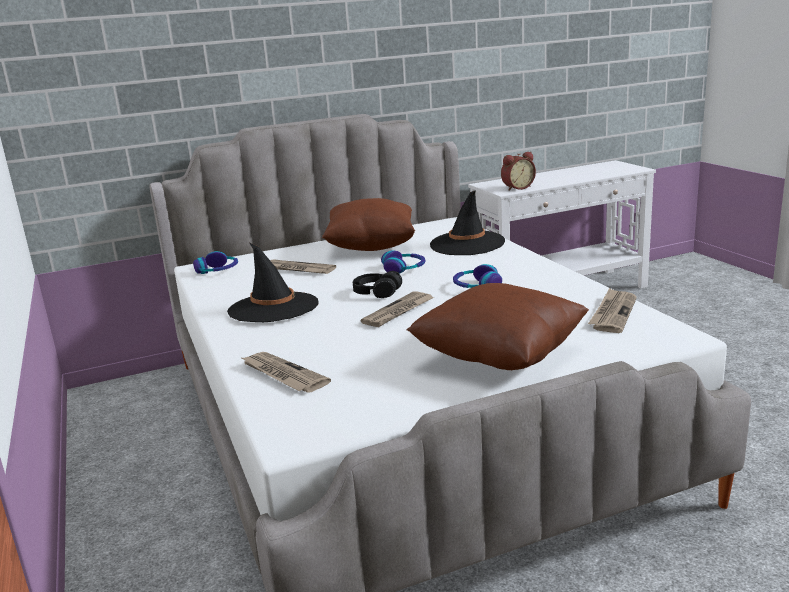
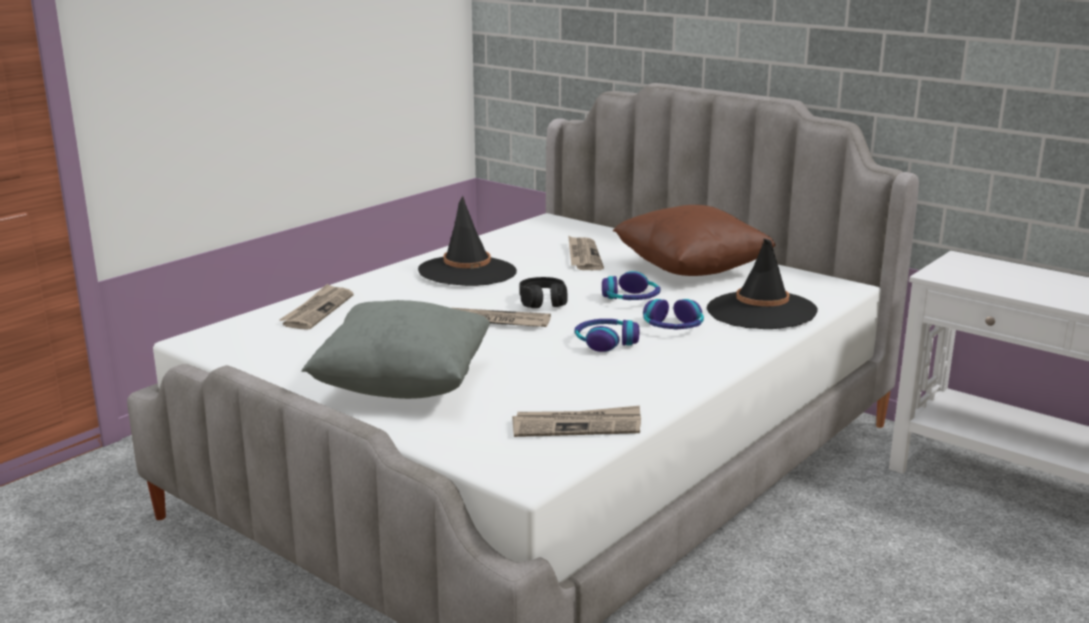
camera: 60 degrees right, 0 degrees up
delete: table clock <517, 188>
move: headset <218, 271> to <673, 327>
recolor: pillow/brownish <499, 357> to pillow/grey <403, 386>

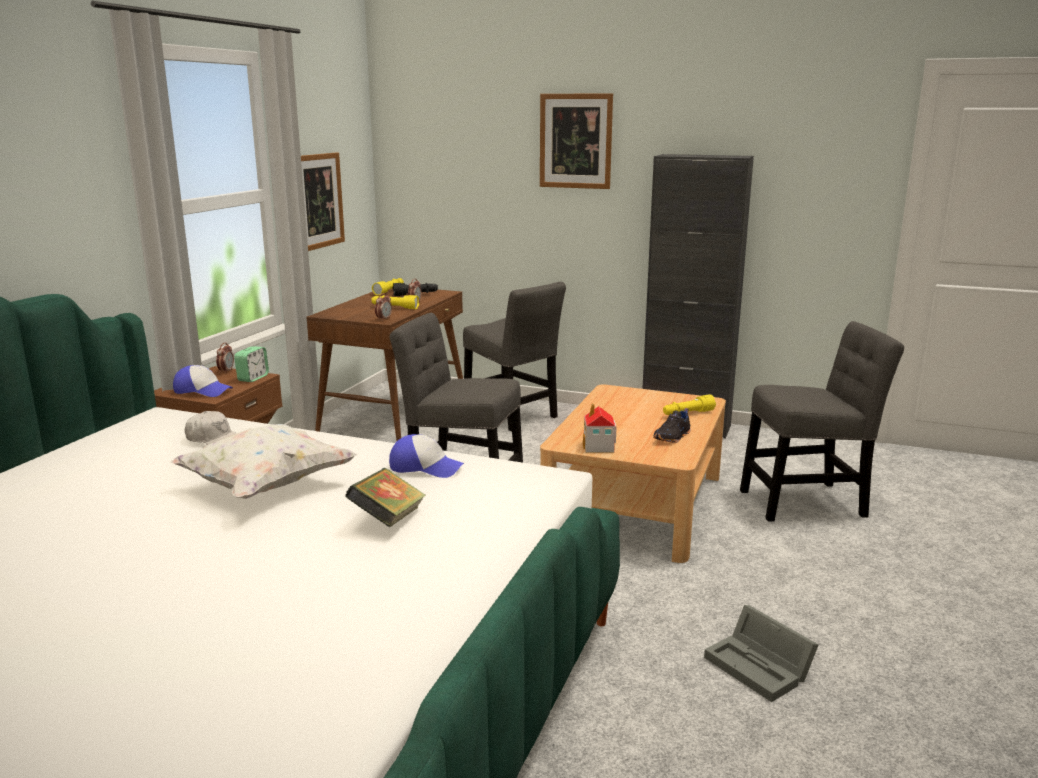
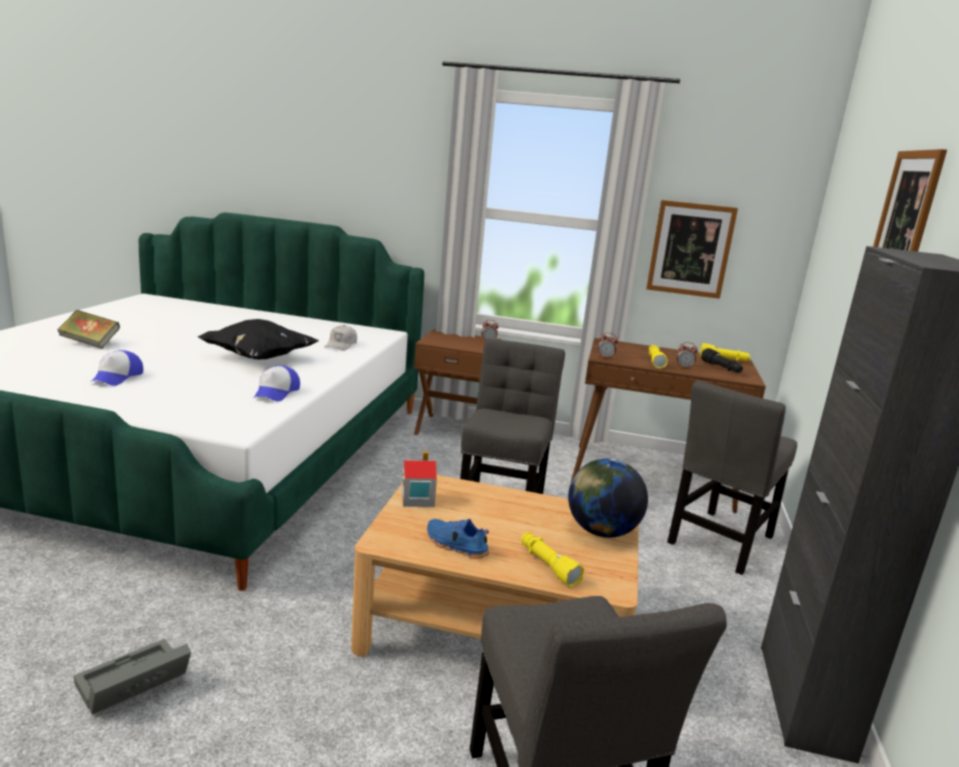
camera: 80 degrees right, 0 degrees up
delete: table clock <253, 378>
insert: world globe <601, 531>
move: baseball cap <202, 391> to <117, 377>; book <388, 519> to <90, 343>
recolor: pillow/white-coloured <266, 486> to pillow/blackish <258, 358>; shoe/blackish <673, 437> to shoe/bluish <455, 546>

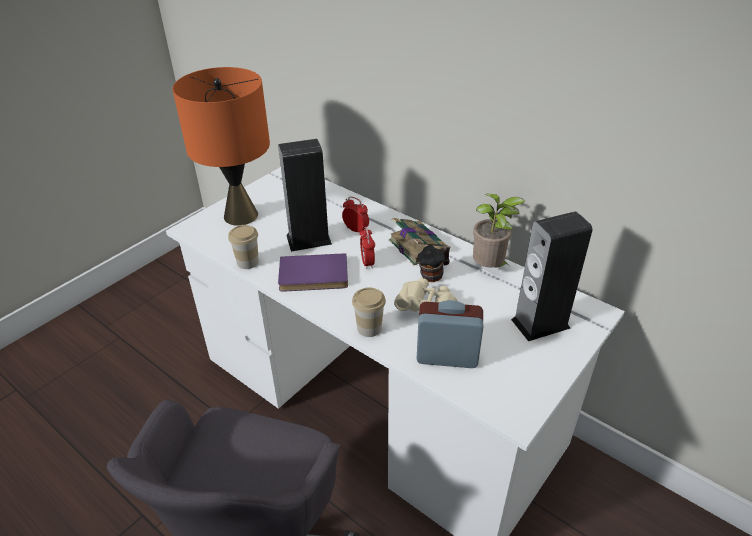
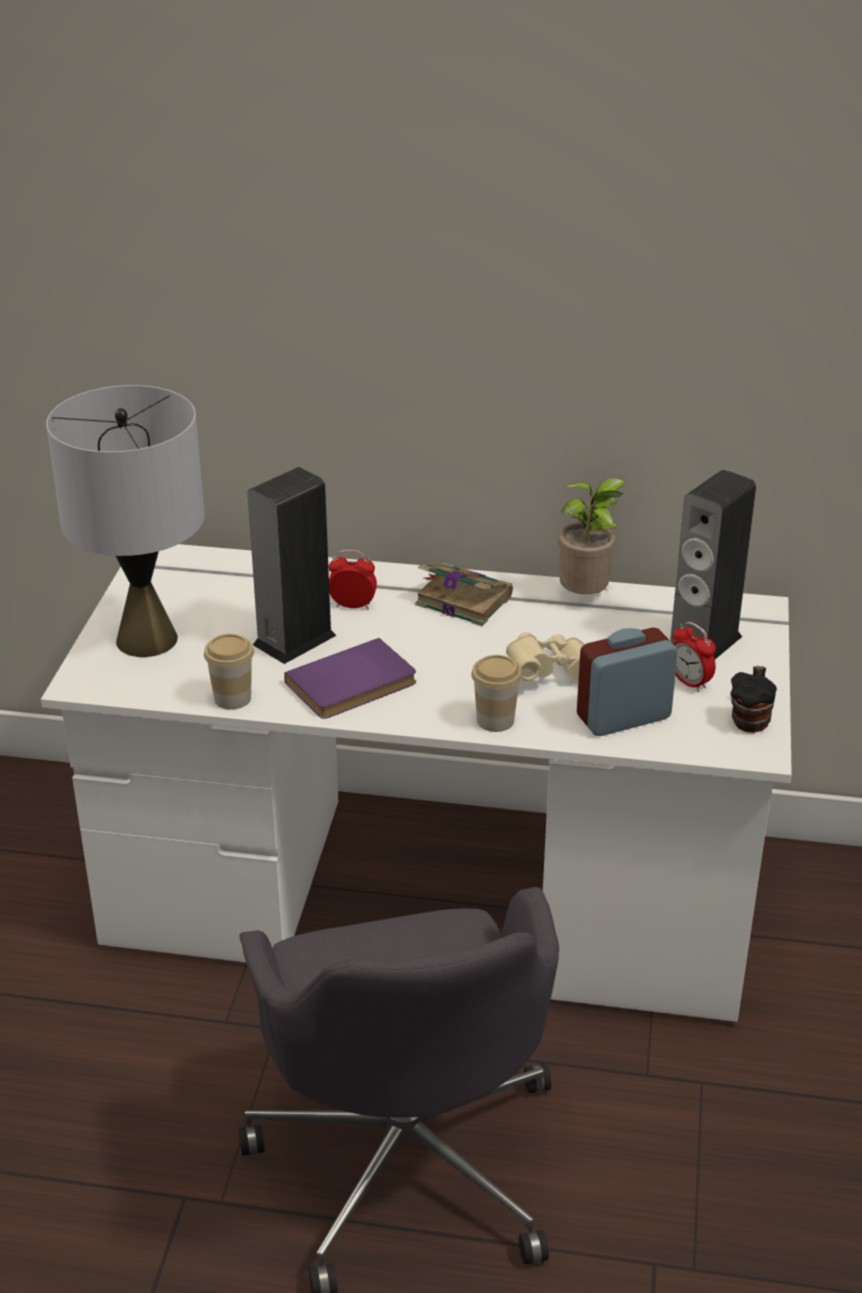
camera: 30 degrees left, 5 degrees down
move: table clock <367, 262> to <689, 682>; mug <434, 274> to <751, 719>
recolor: lamp for a table/orange <241, 215> to lamp for a table/grey <147, 639>

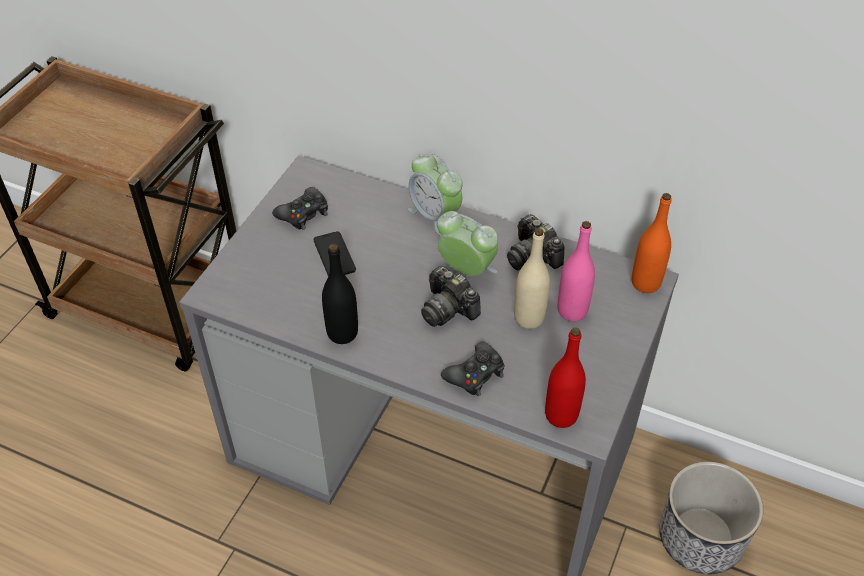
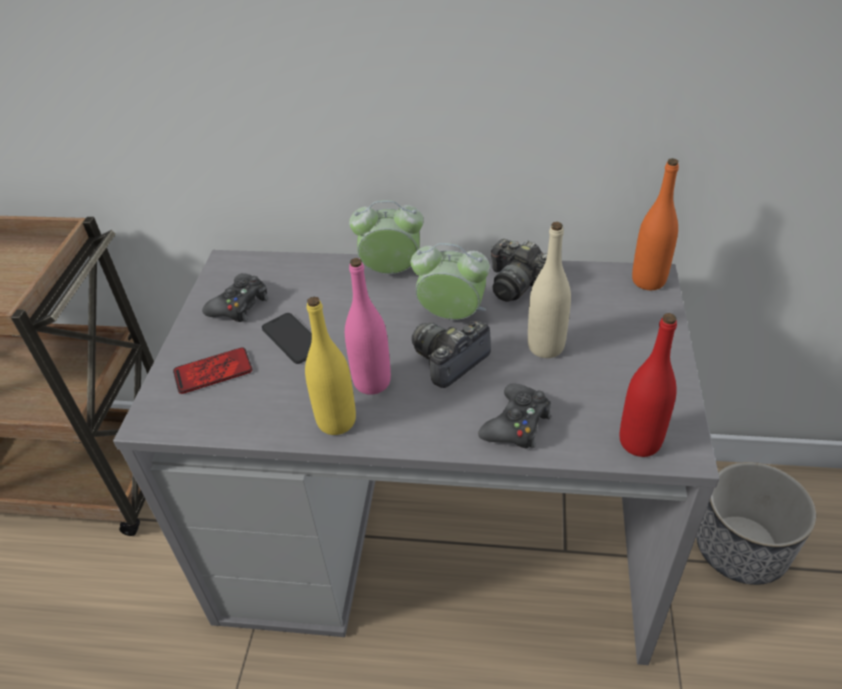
camera: 15 degrees left, 5 degrees down
insert: phone <213, 371>
move: beverage bottle/pink-coloured <572, 311> to <372, 382>
recolor: beverage bottle/blackish <342, 333> to beverage bottle/yellow <336, 421>
rotate: table clock <435, 216> = <391, 271> 150 degrees clockwise; photo camera <448, 308> = <450, 361> 105 degrees clockwise

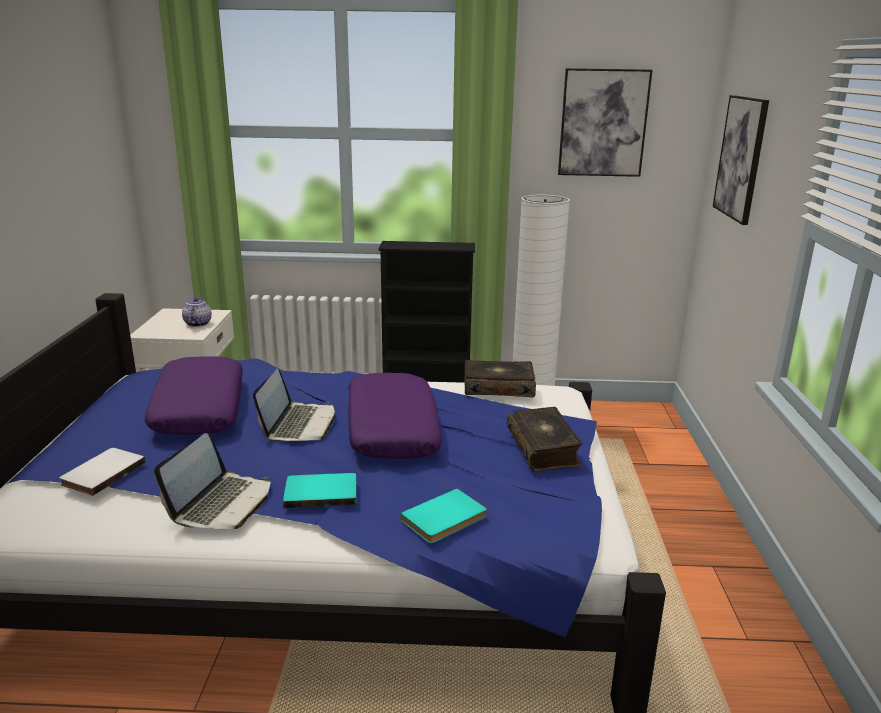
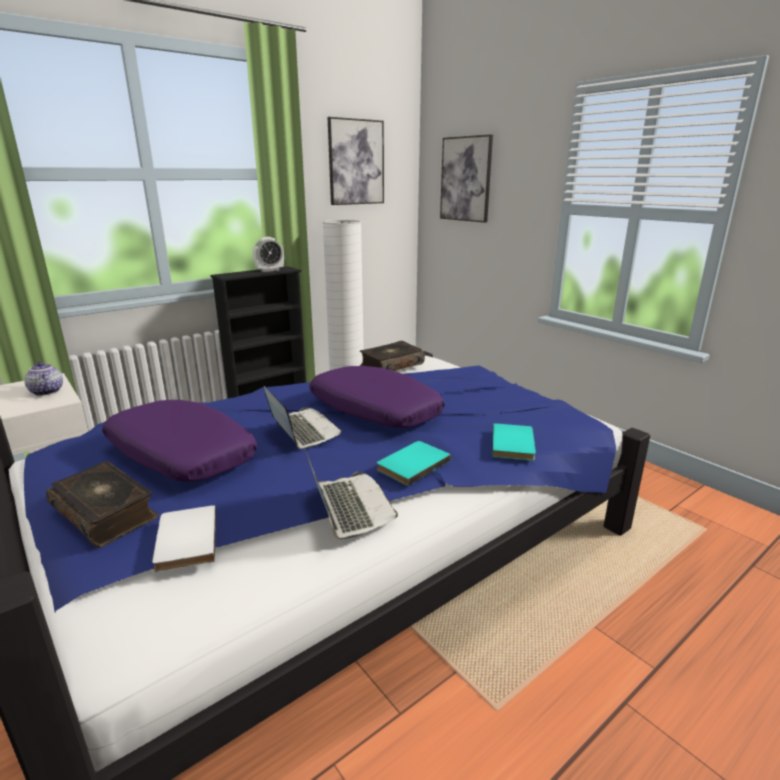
camera: 40 degrees left, 0 degrees up
insert: table clock <269, 270>
move: book <544, 448> to <106, 513>

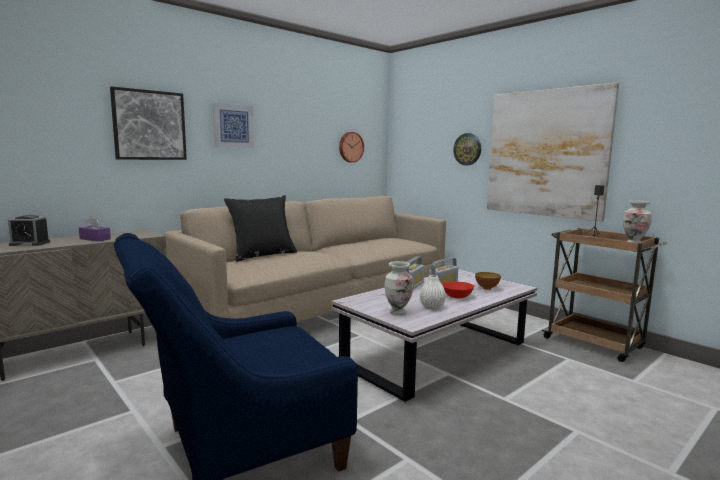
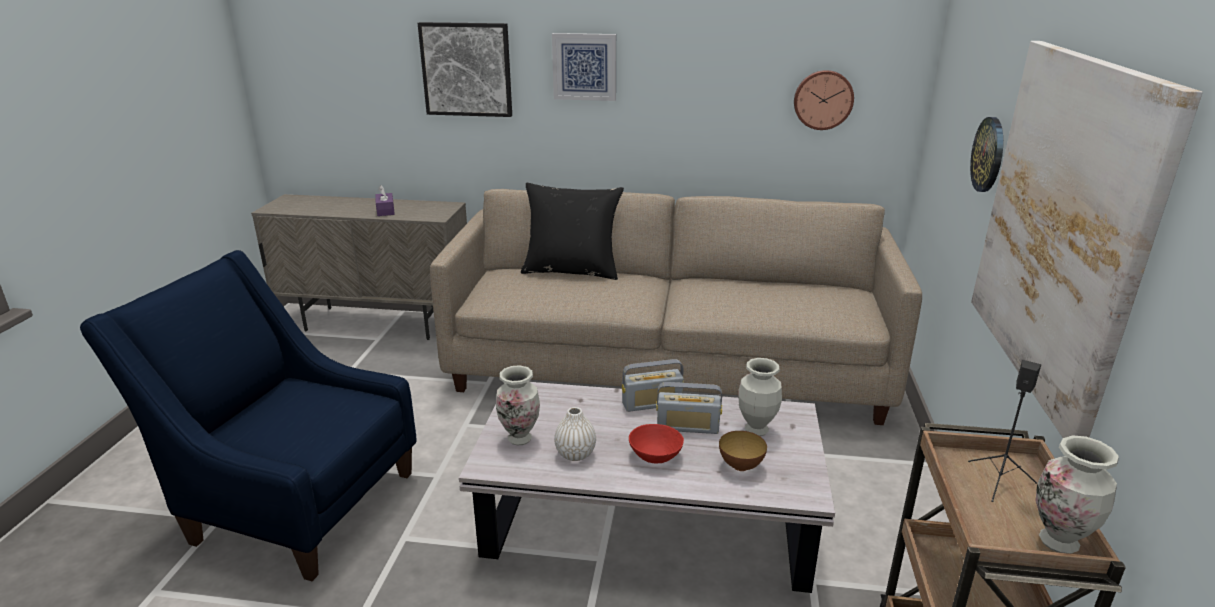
camera: 50 degrees right, 15 degrees up
delete: table clock <30, 243>
insert: decorative vase <756, 430>

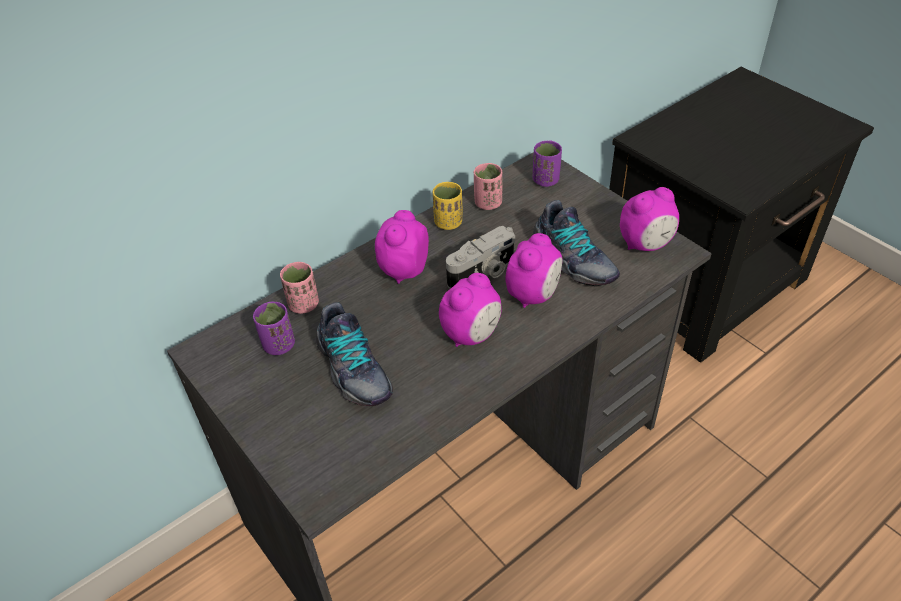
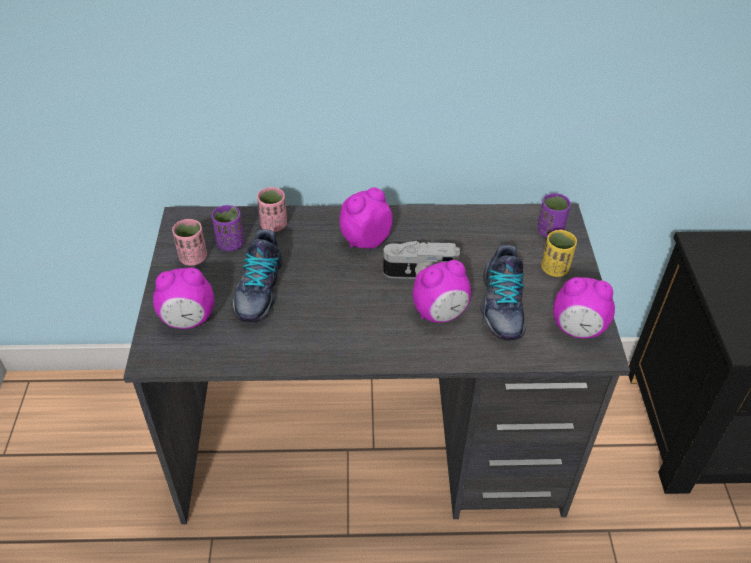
camera: 35 degrees right, 0 degrees up
move: cup/yellow <448, 223> to <554, 269>; table clock <472, 334> to <188, 320>; cup/pink-coloured <488, 203> to <193, 258>

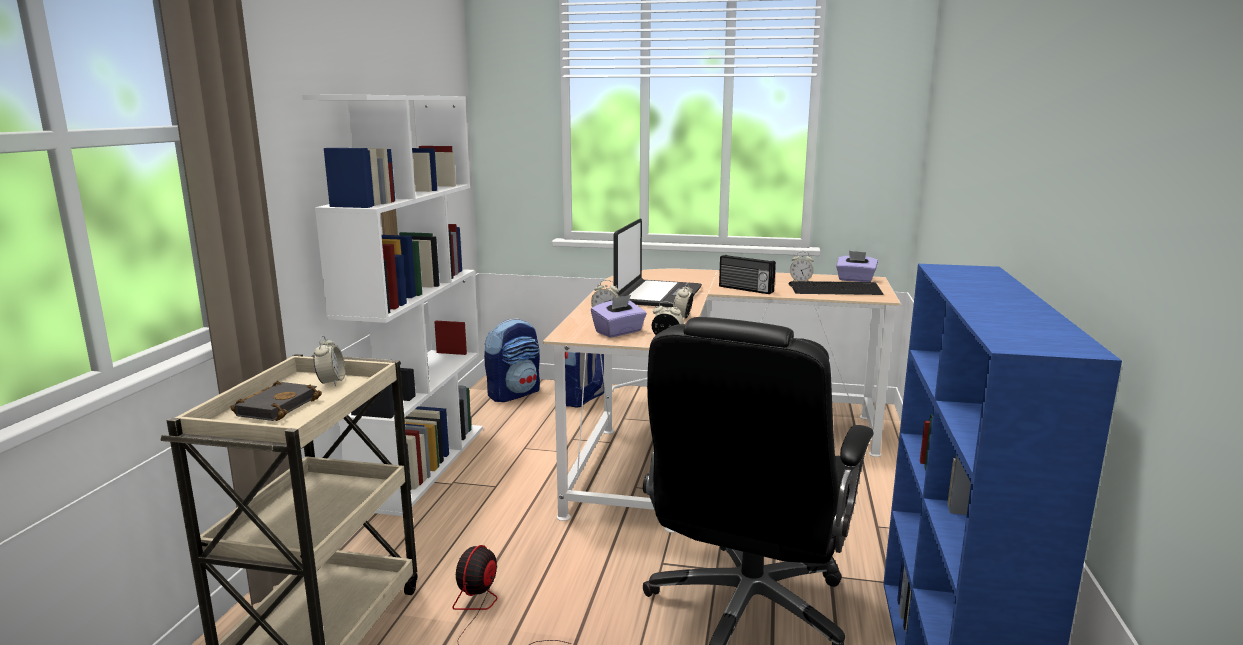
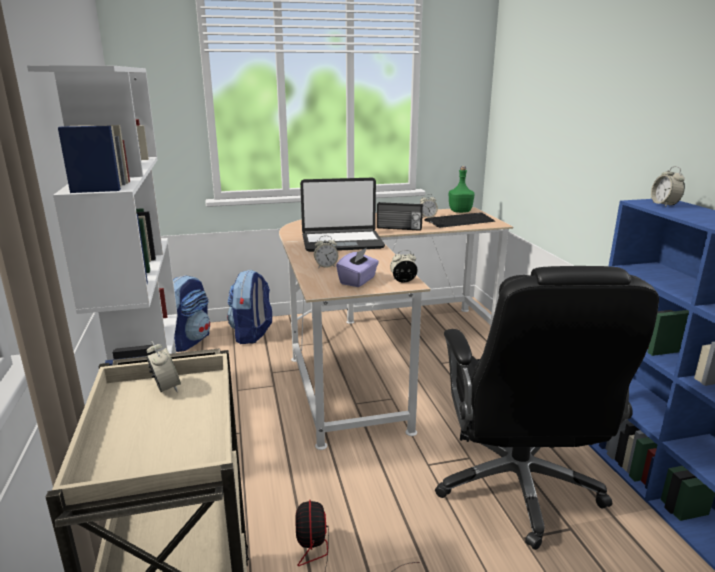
camera: 25 degrees left, 5 degrees up
delete: book/blackish <277, 406>
move: table clock <682, 317> to <664, 205>
replace: tissue box/purple <855, 280> to beverage bottle/green-coloured <460, 211>
rotate: portable computer <657, 295> = <342, 242> 90 degrees clockwise

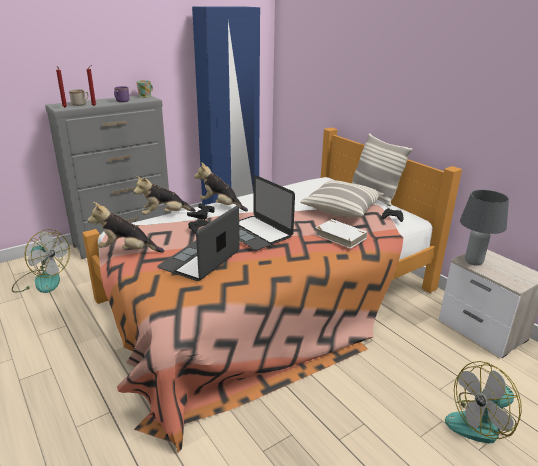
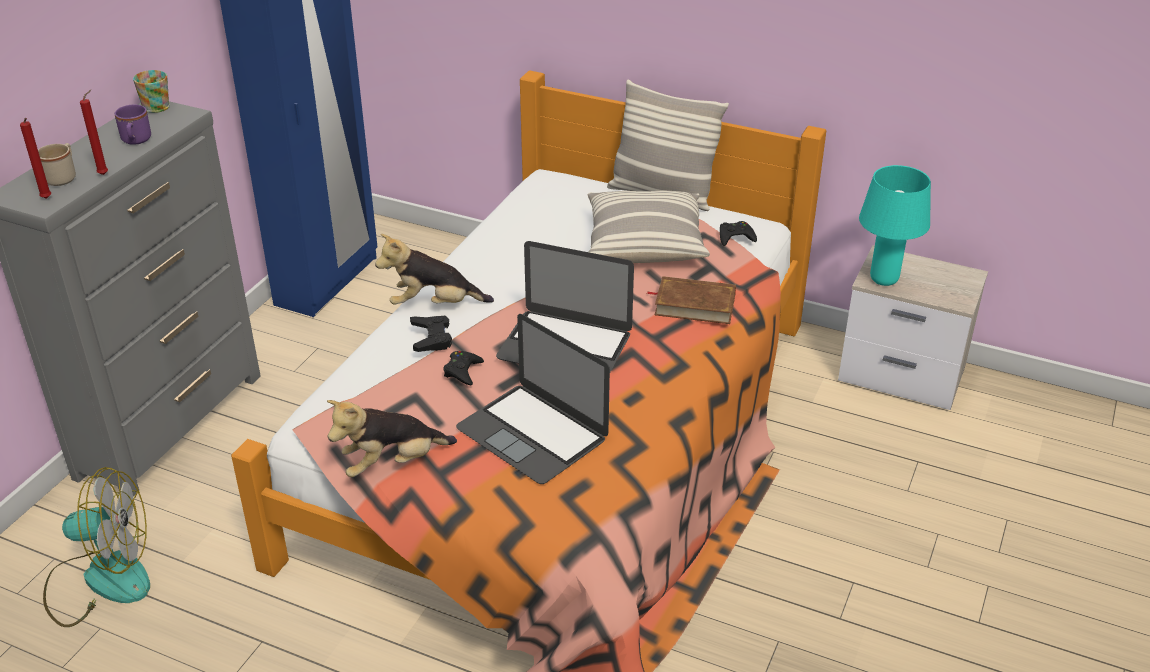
camera: 30 degrees left, 10 degrees up
delete: soft toy <164, 215>; fan <481, 423>
recolor: book/white-coloured <340, 236> to book/brownish <694, 304>; lamp for a table/grey <474, 262> to lamp for a table/turquoise <884, 280>
rotate: portable computer <200, 260> = <532, 433> 45 degrees counterclockwise

